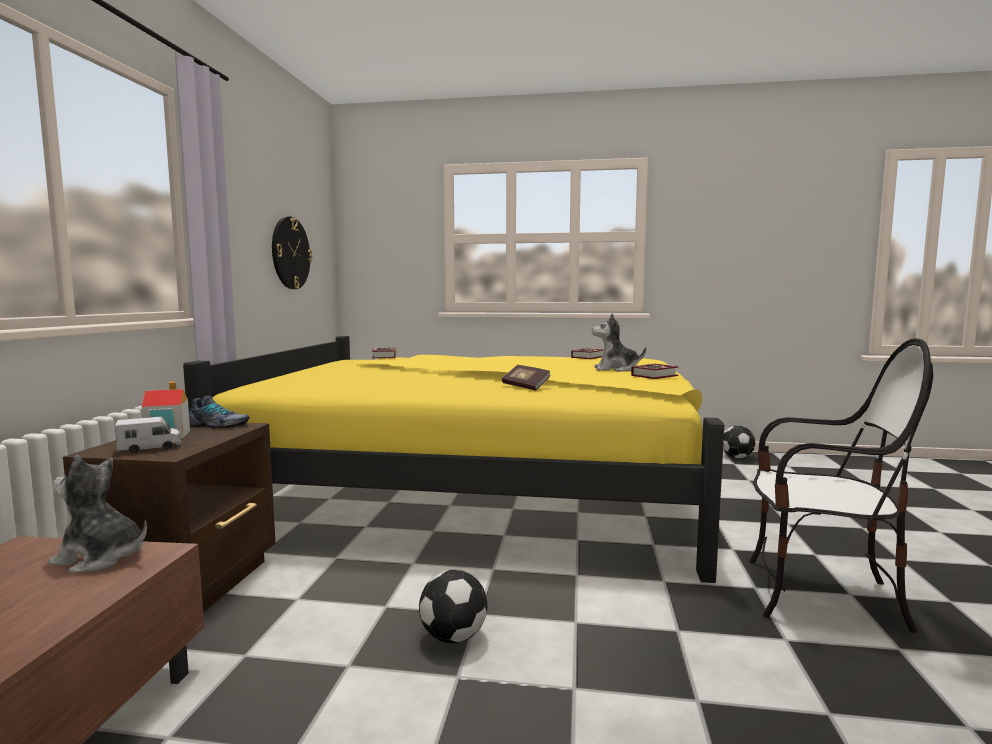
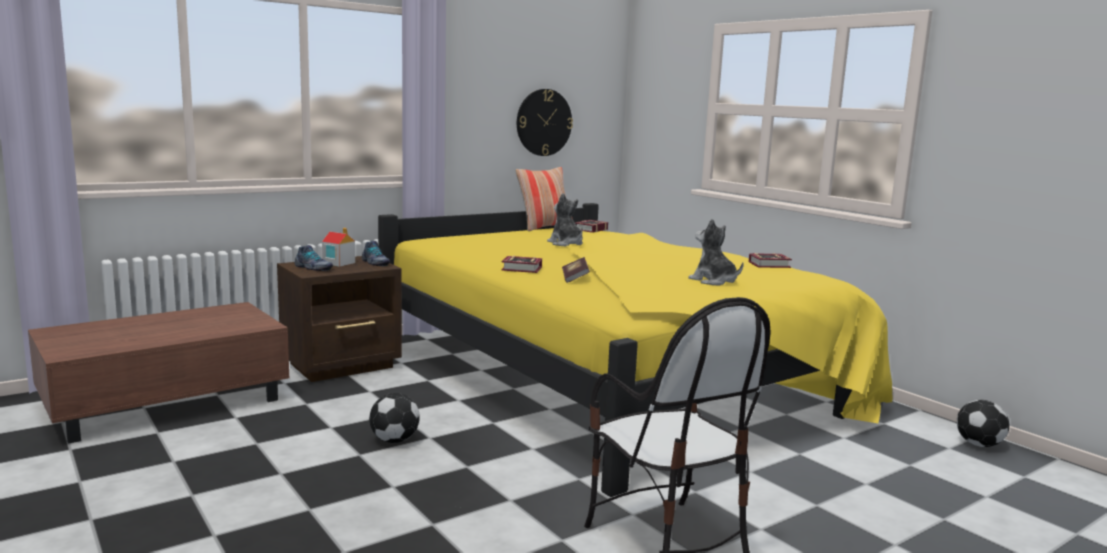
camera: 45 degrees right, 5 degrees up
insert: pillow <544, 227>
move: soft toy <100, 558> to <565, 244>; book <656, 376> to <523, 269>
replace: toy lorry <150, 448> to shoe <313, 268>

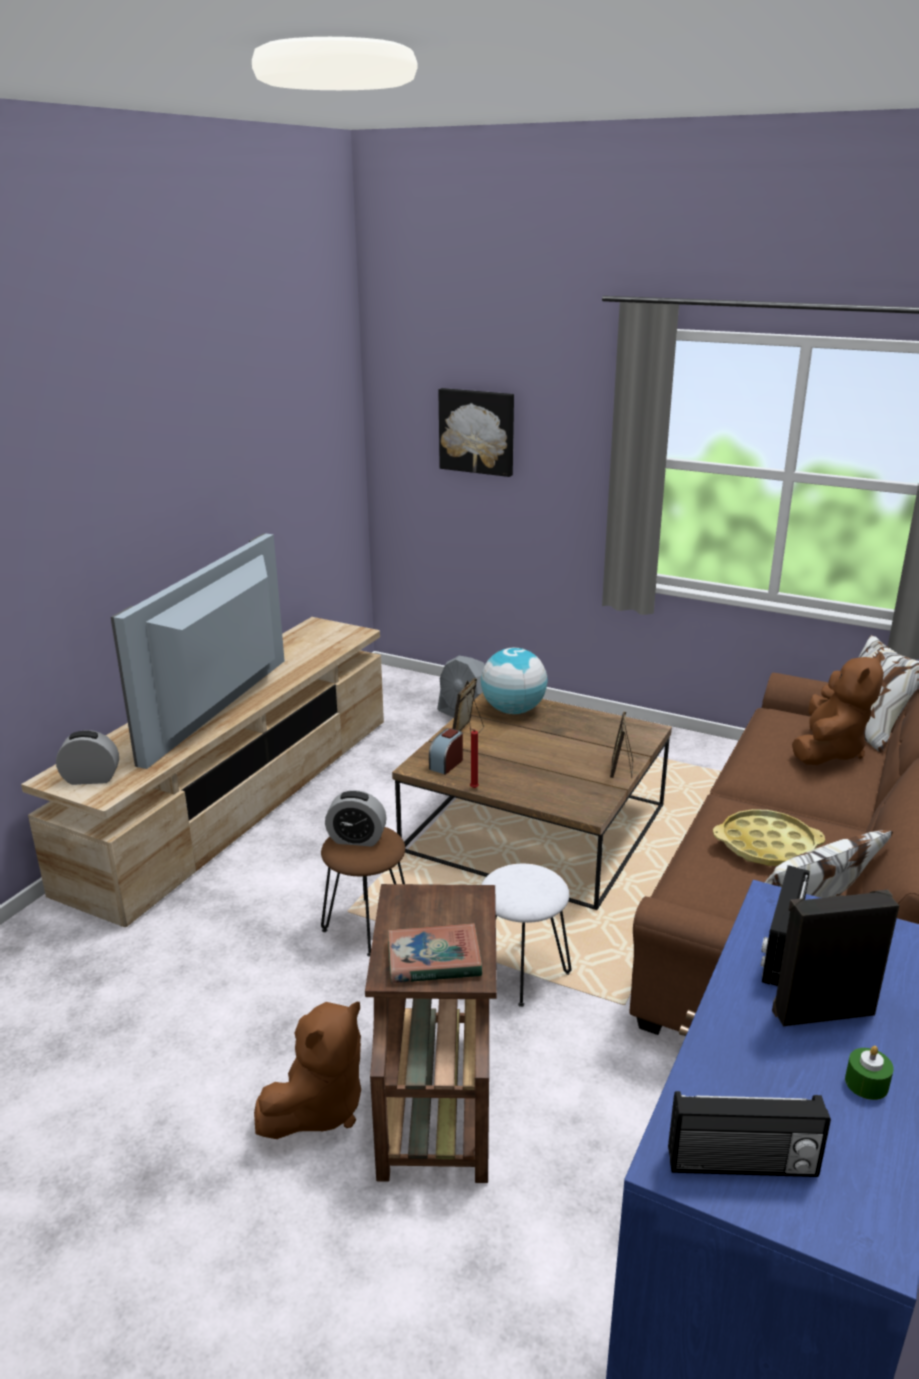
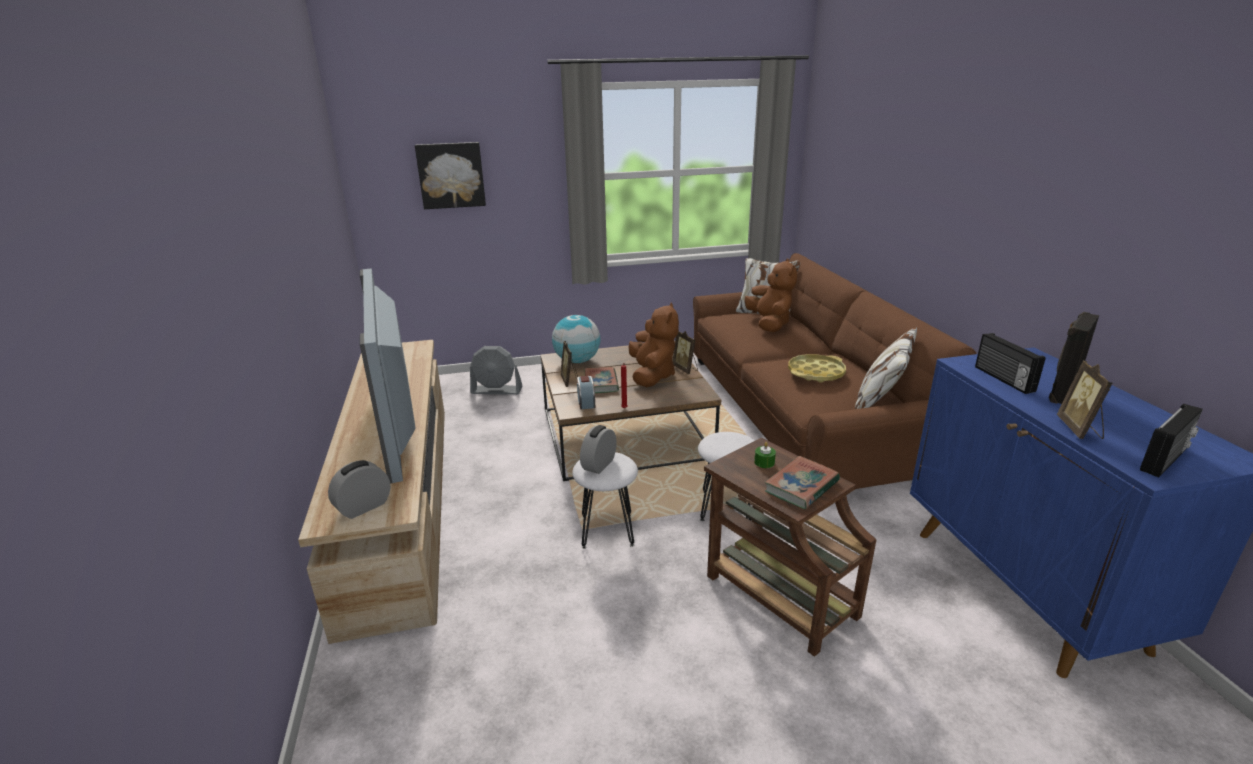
camera: 40 degrees left, 0 degrees up
insert: book <601, 383>; photo frame <1080, 429>
move: soft toy/brownish <318, 1107> to <652, 376>; candle/green-coloured <866, 1083> to <764, 462>
recolor: sitting stool/brownish <368, 926> to sitting stool/white-coloured <607, 530>
rotate: table clock <356, 839> = <599, 465> 150 degrees clockwise

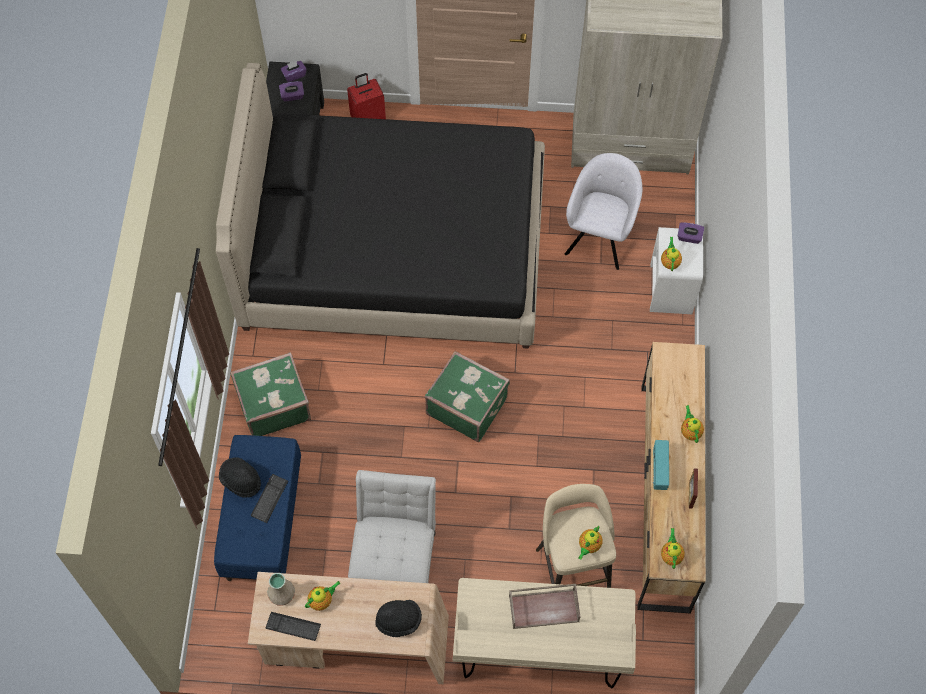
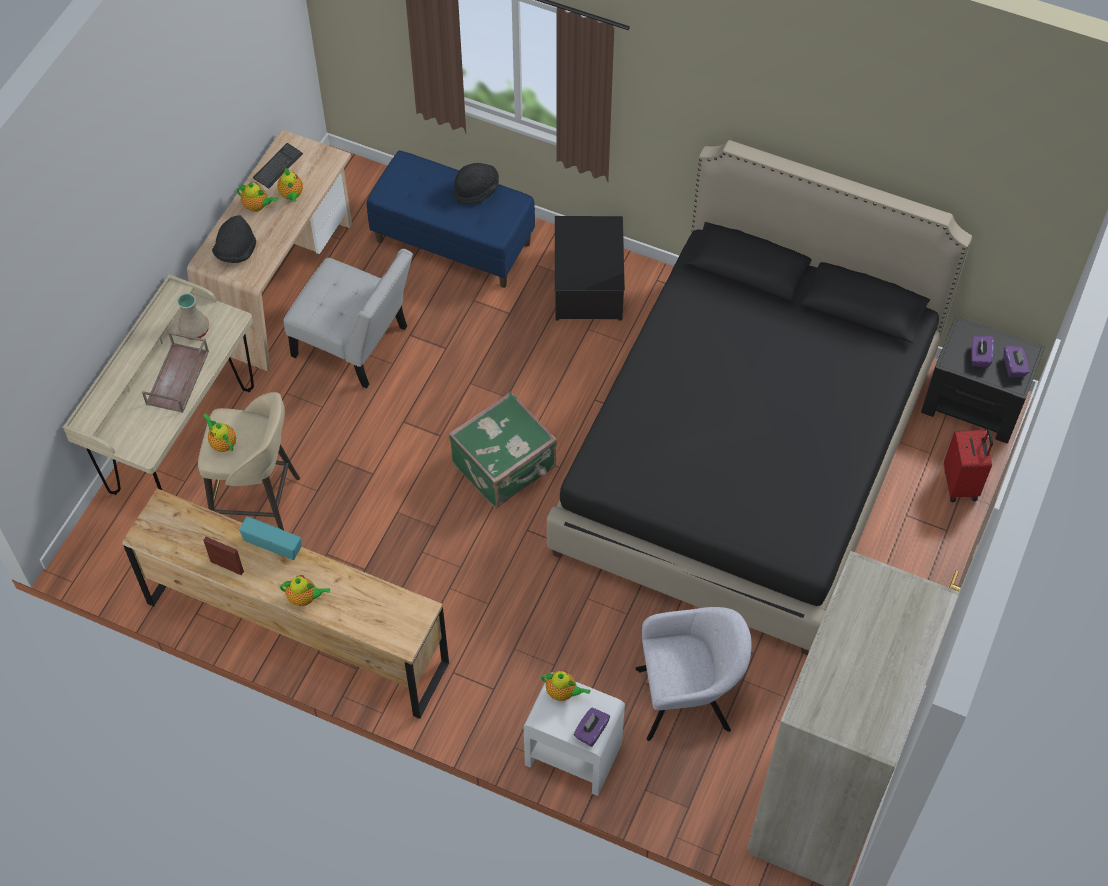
camera: 110 degrees right, 5 degrees down
delete: PC keyboard <269, 499>
move: decorative vase/beige <281, 594> to <194, 329>; tea pot <671, 555> to <257, 206>
replace: piece of luggage/green-coloured <273, 404> to storage bin <587, 283>
rotate: armchair/grey <600, 235> = <687, 698> 45 degrees counterclockwise

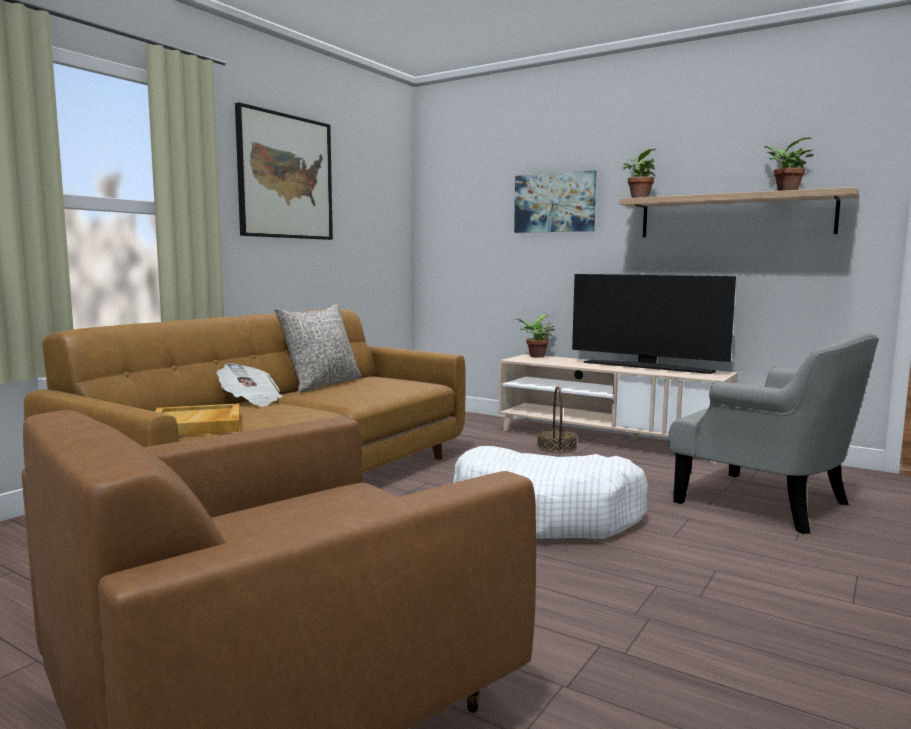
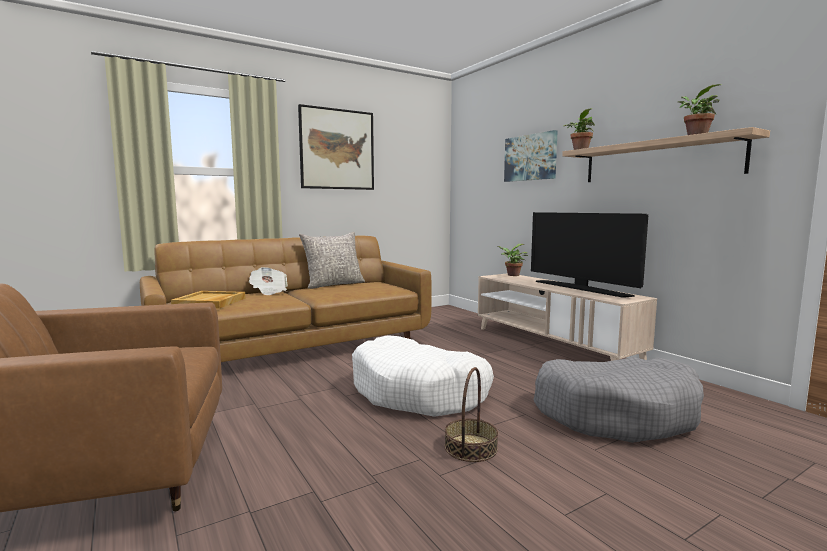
camera: 25 degrees right, 0 degrees up
move: storage basket <556, 447> to <471, 448>
replace: armchair/grey <767, 503> to dog bed/grey <616, 414>

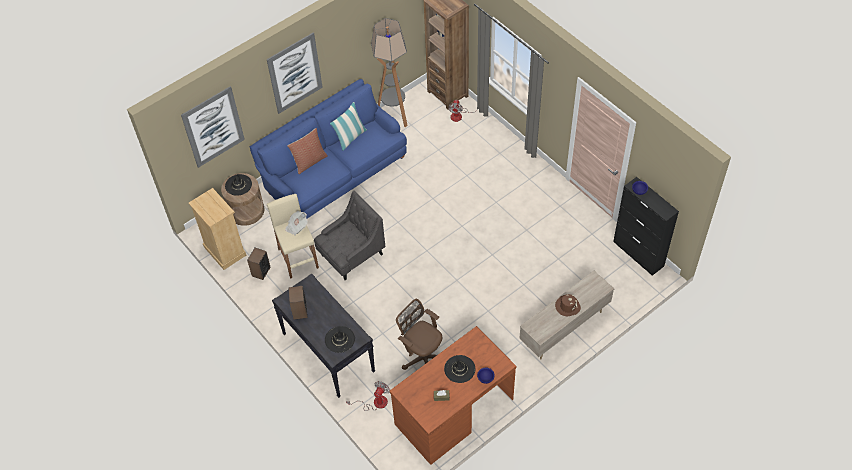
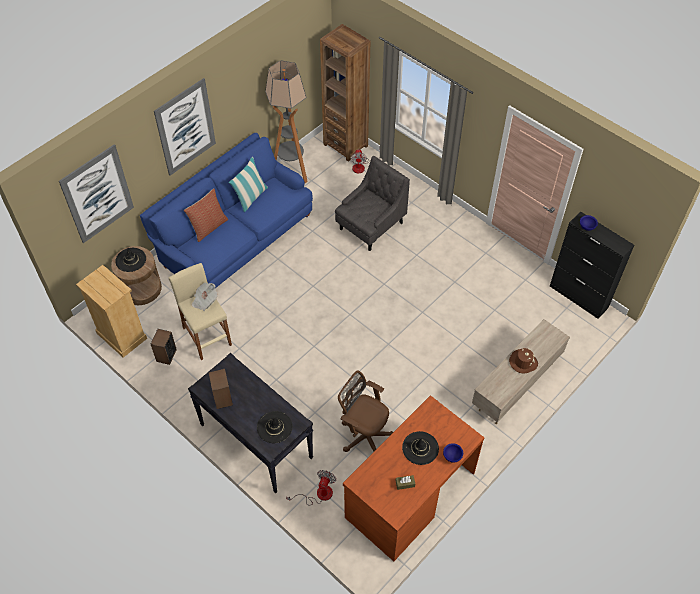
camera: 10 degrees left, 0 degrees up
move: armchair/grey <351, 255> to <371, 227>

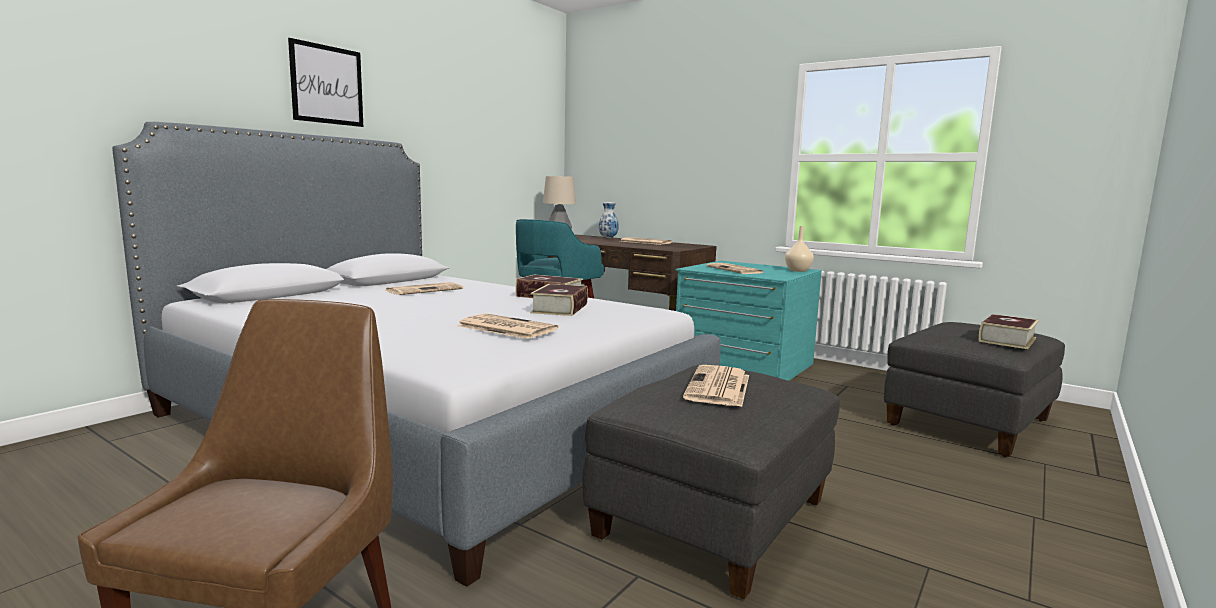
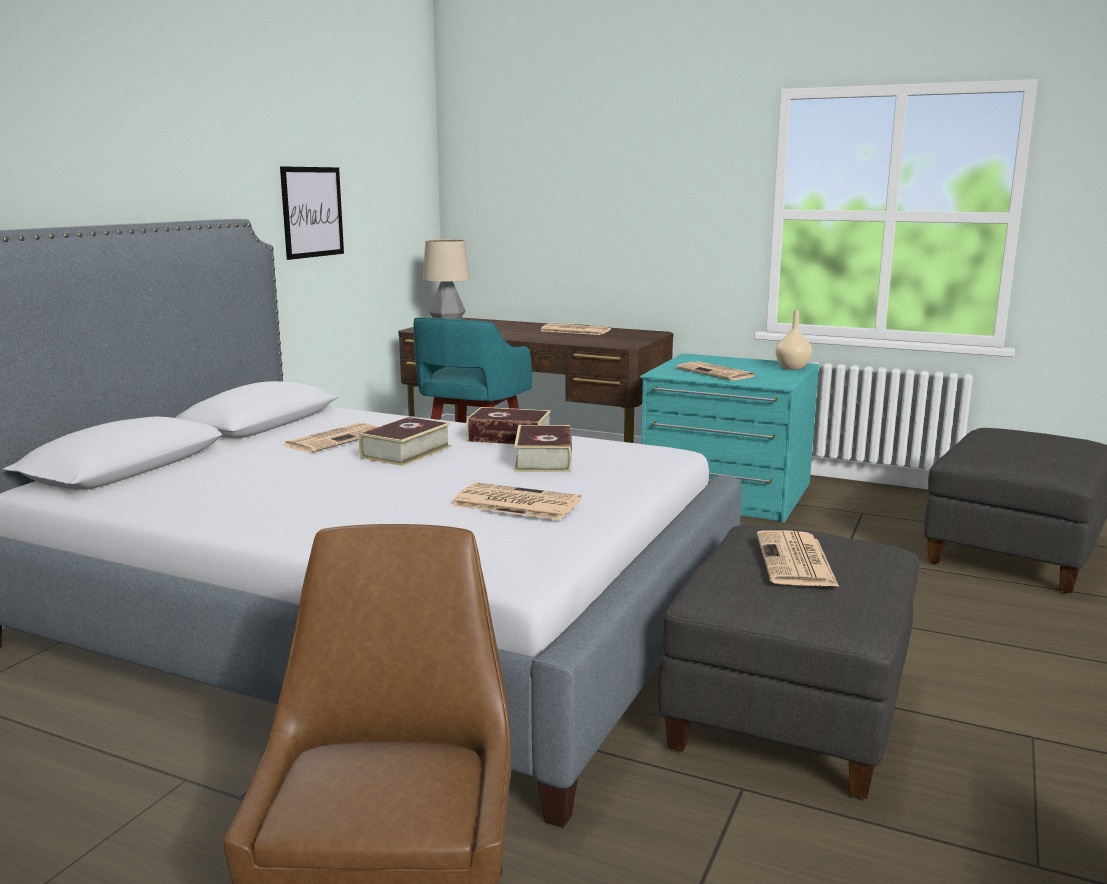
camera: 10 degrees left, 5 degrees up
delete: decorative vase <608, 238>
move: wall picture <327, 85> to <312, 212>; book <1007, 340> to <406, 452>

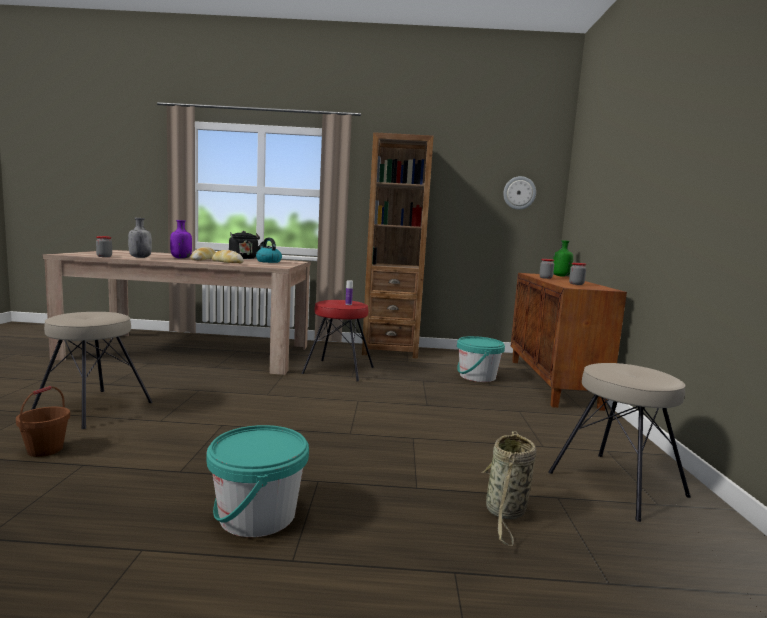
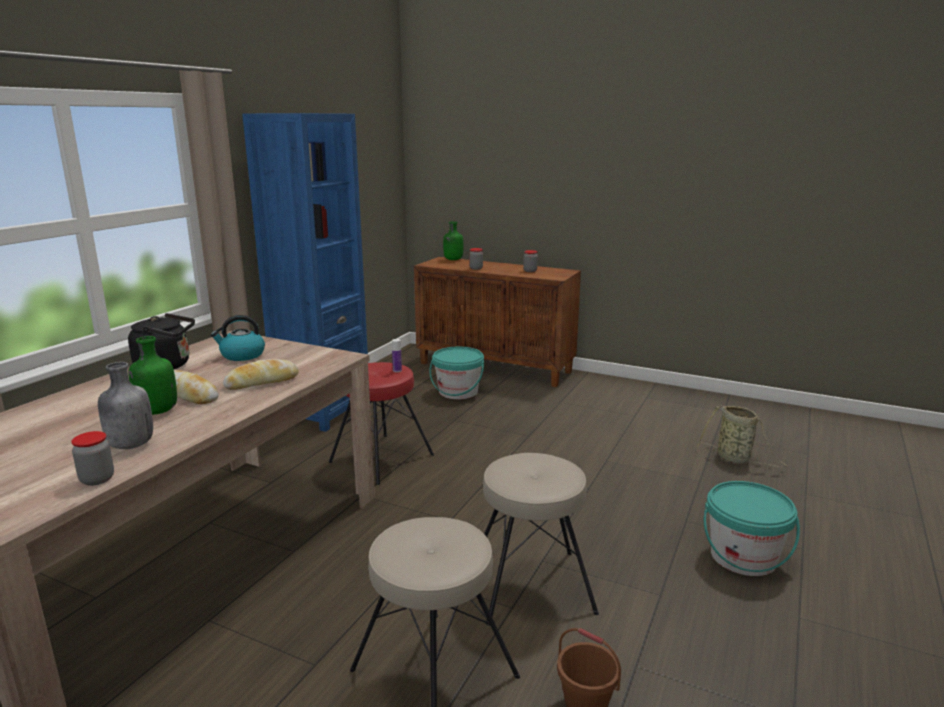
camera: 65 degrees left, 10 degrees up
delete: hanging clock <519, 193>
move: sitting stool/beige <617, 483> to <531, 585>
recolor: beverage bottle/purple <181, 258> to beverage bottle/green-coloured <156, 411>; shelving unit/brownish <390, 351> to shelving unit/bluish <323, 411>

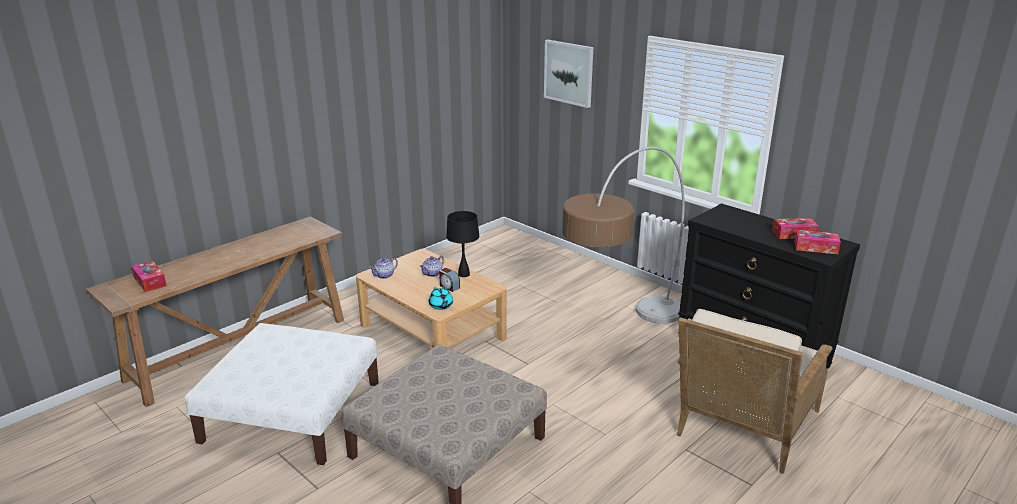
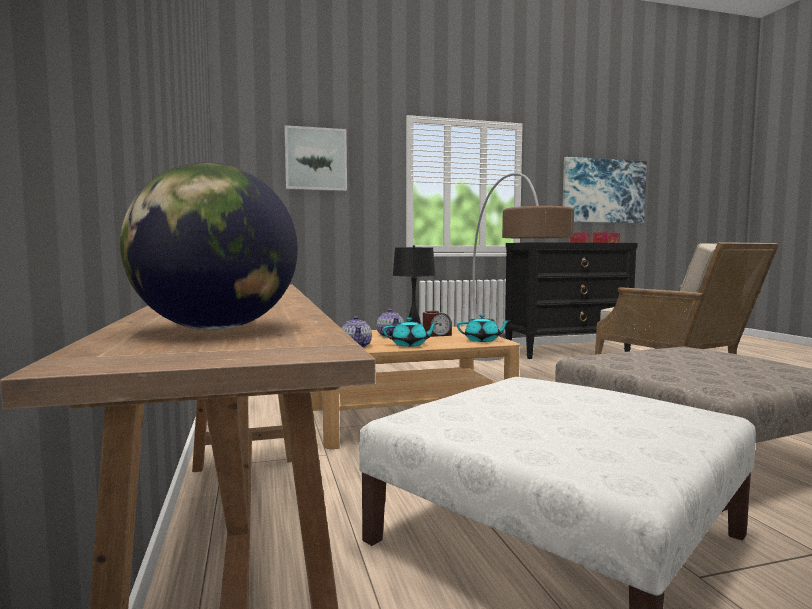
camera: 60 degrees left, 20 degrees down
insert: tea pot/turquoise <410, 345>; wall picture <603, 191>
replace: tissue box <150, 281> to world globe <215, 329>

